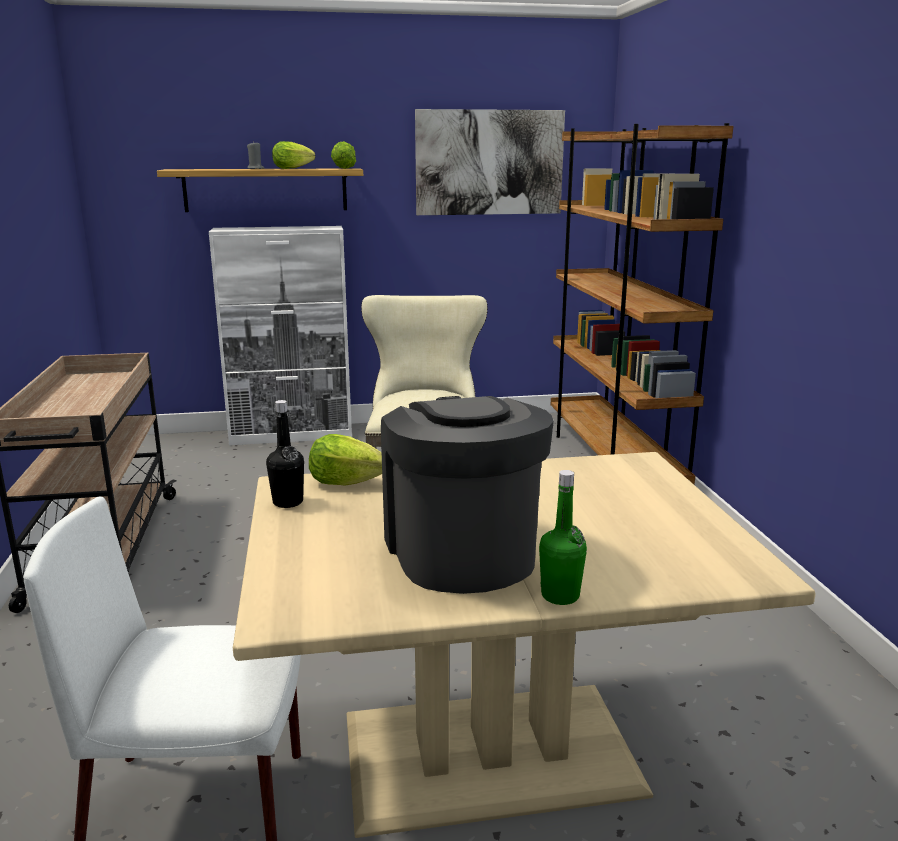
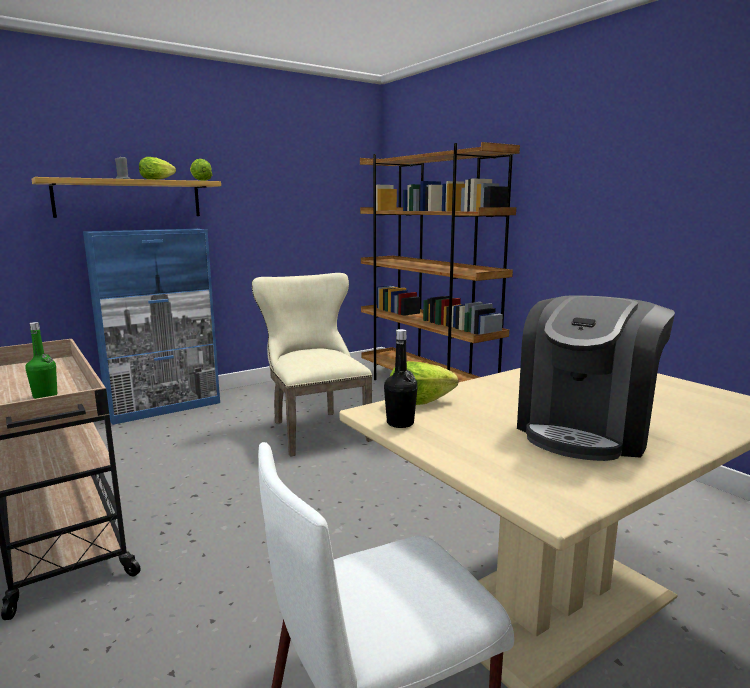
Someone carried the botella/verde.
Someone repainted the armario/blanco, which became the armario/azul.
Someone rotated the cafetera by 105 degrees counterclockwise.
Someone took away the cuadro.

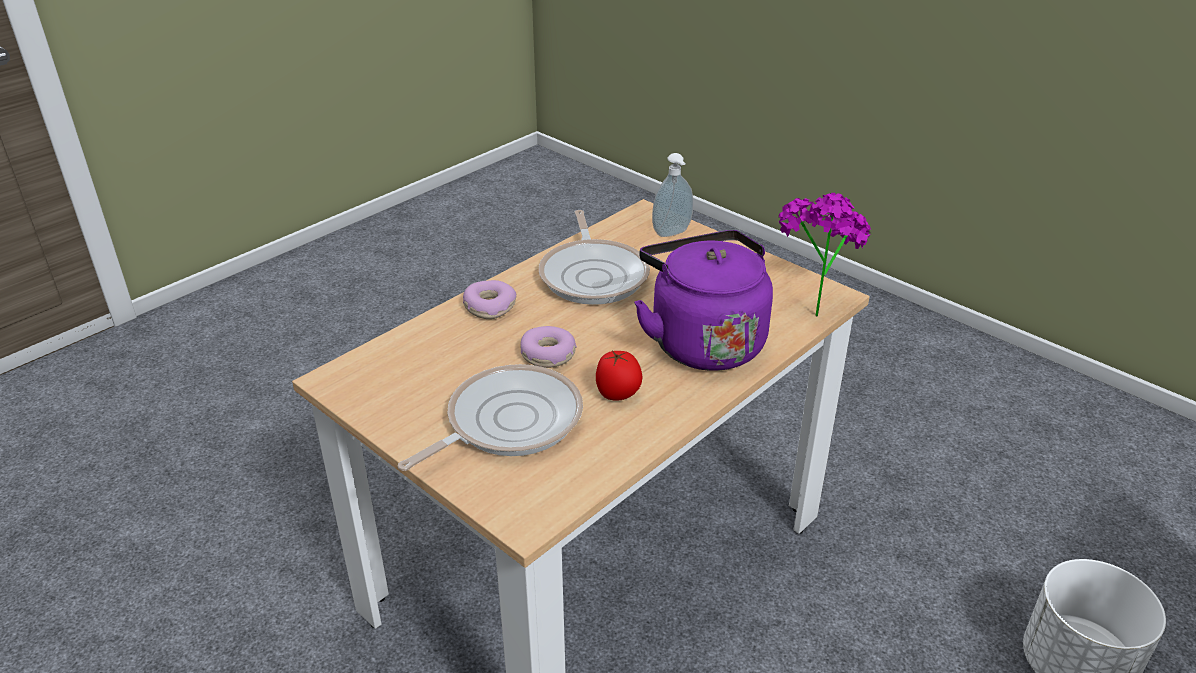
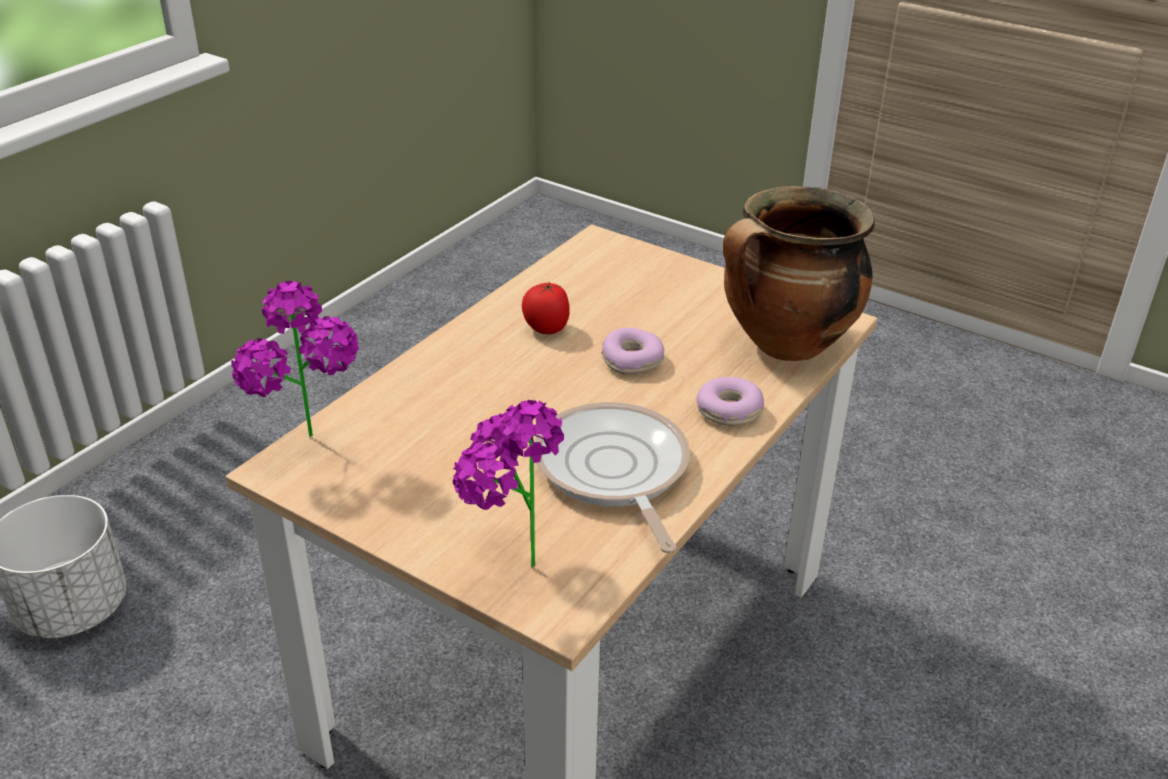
Someone swapped the dispensador de jabón for the planta en maceta (2nd from left).
Someone put down the olla.
Someone took away the sartén (1st from left).
Someone took away the hervidor/morado.

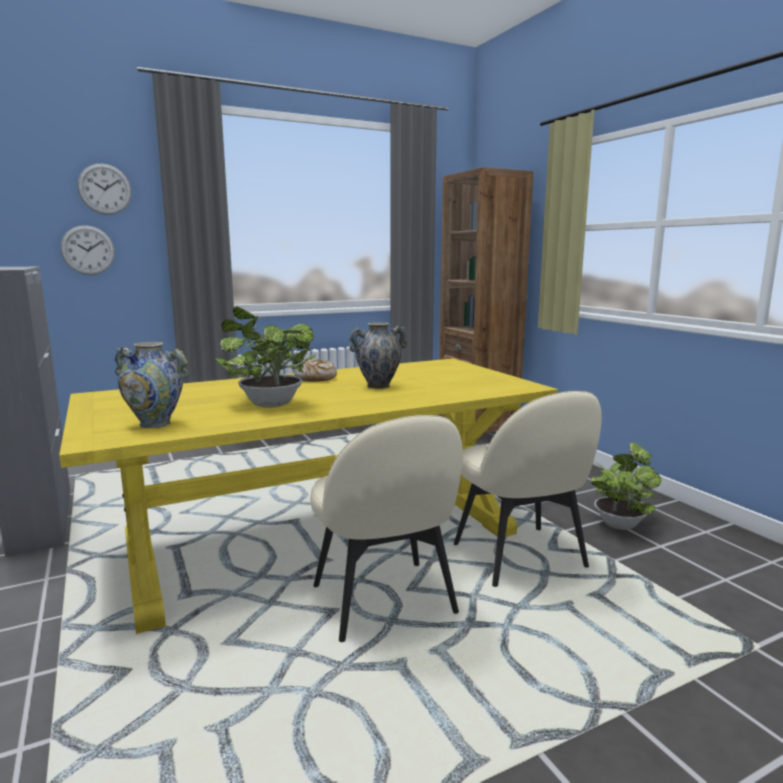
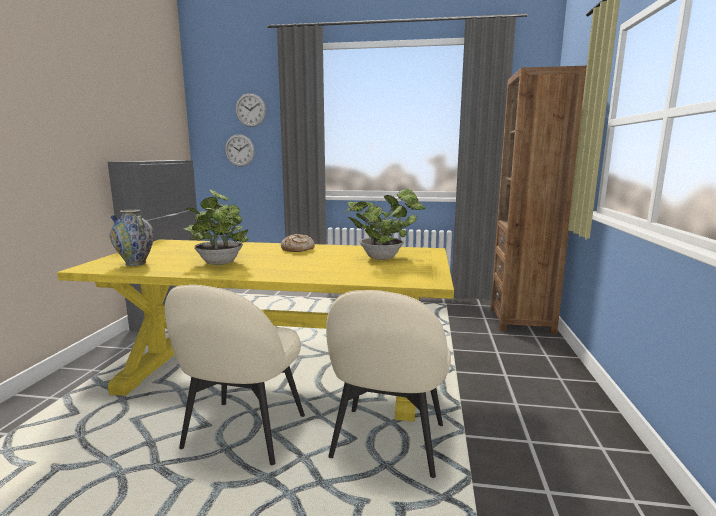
Someone carried the planta en maceta (2nd from left).
Someone took away the florero (2nd from left).

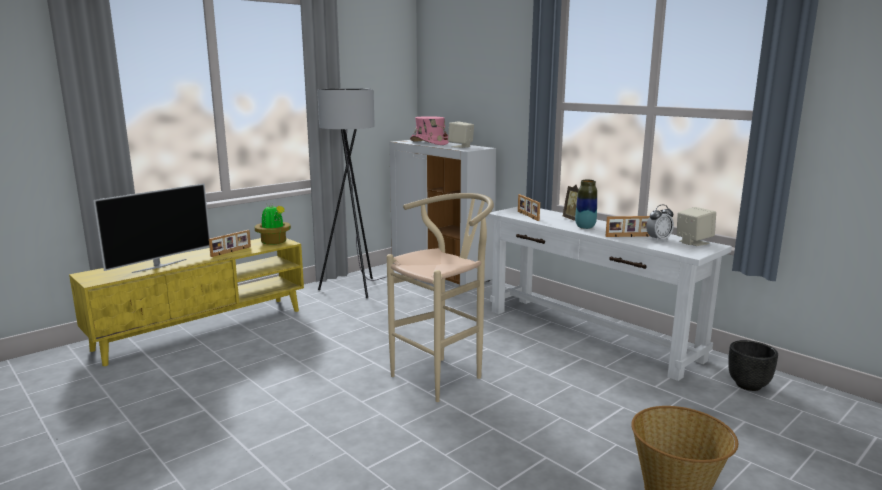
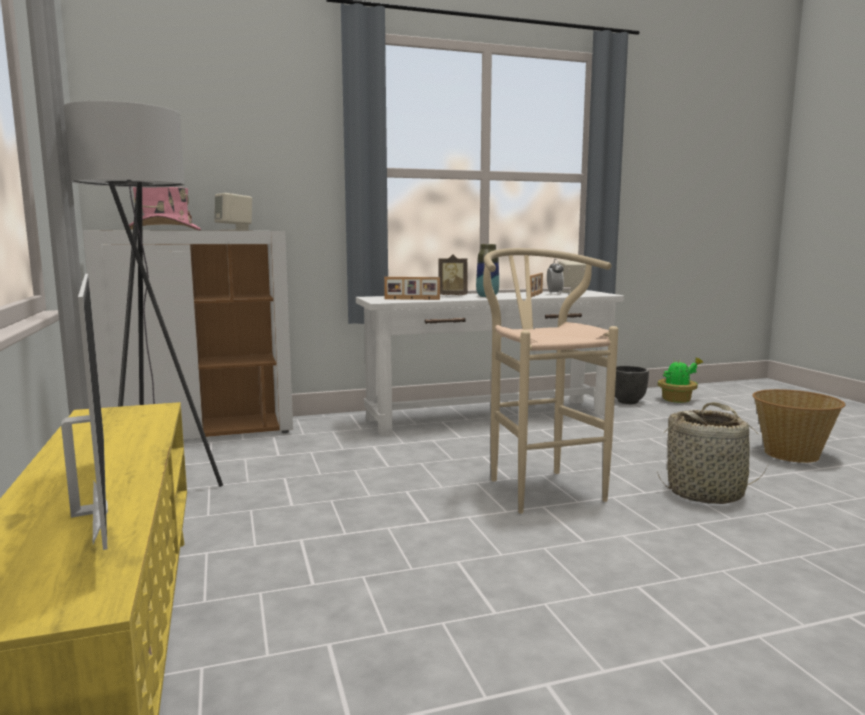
Someone put down the cesta (1st from left).
Someone carried the planta en maceta.
Someone took away the portarretratos (1st from left).

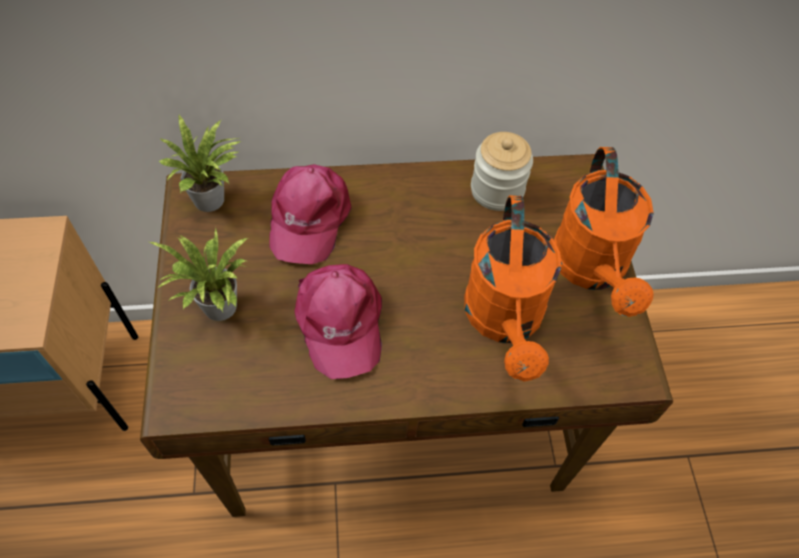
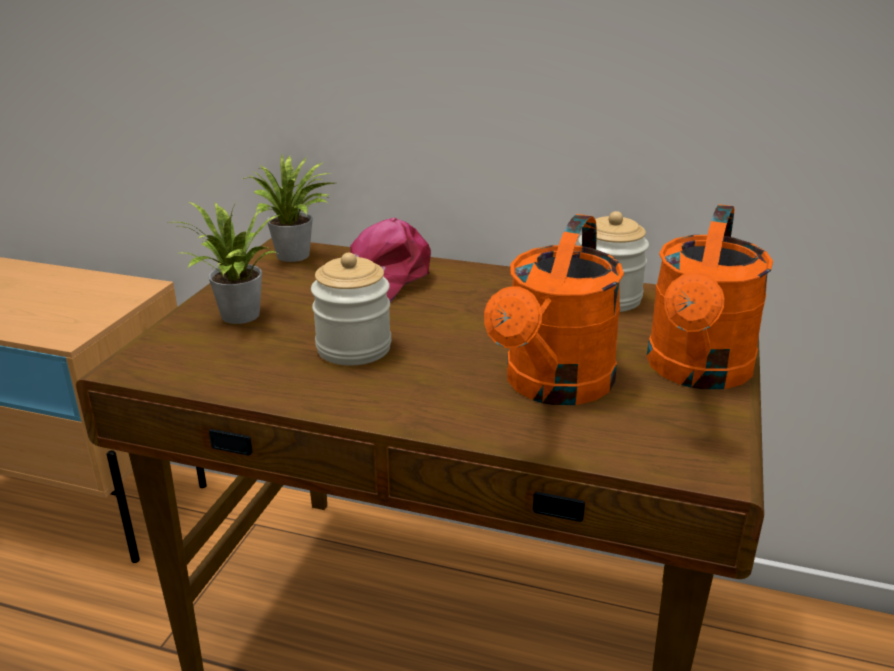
Someone swapped the gorra/rosa (2nd from left) for the tarro (1st from left).

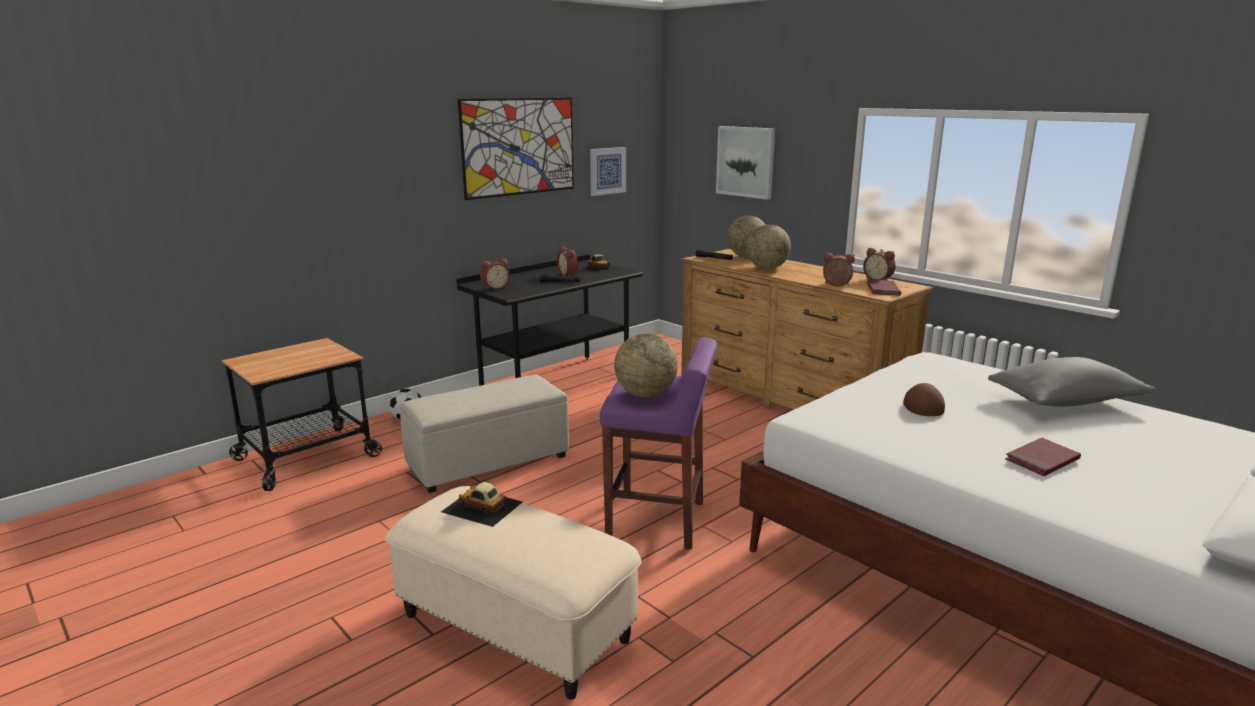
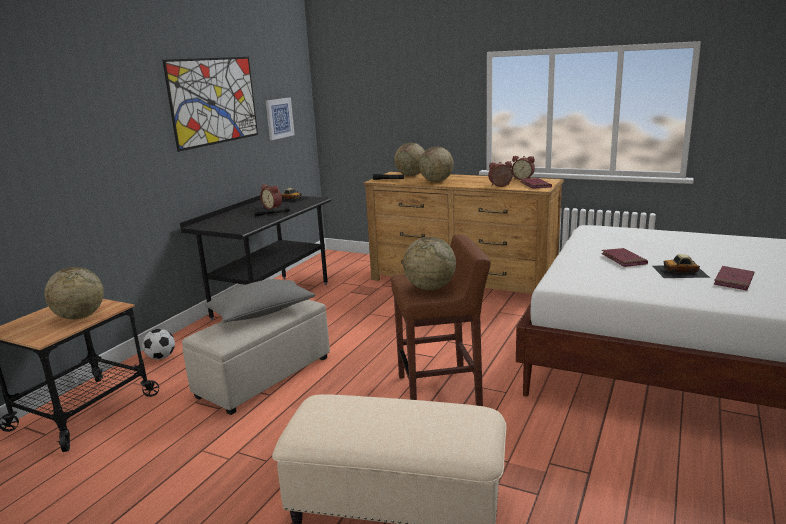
Someone put down the globo terráqueo (1st from left).
Someone carried the cojín/gris.
Someone repainted the taburete/morado, which became the taburete/marrón.
Someone swapped the gorra/marrón for the libro/rojo (2nd from left).
Someone carried the coche de juguete (1st from left in the first image).
Someone took away the despertador (1st from left).
Someone took away the cuadro (3rd from left).

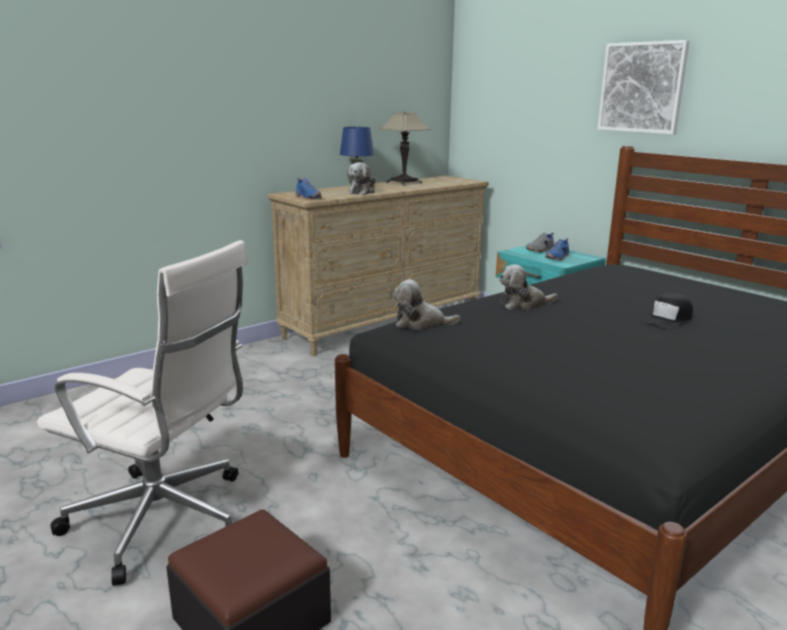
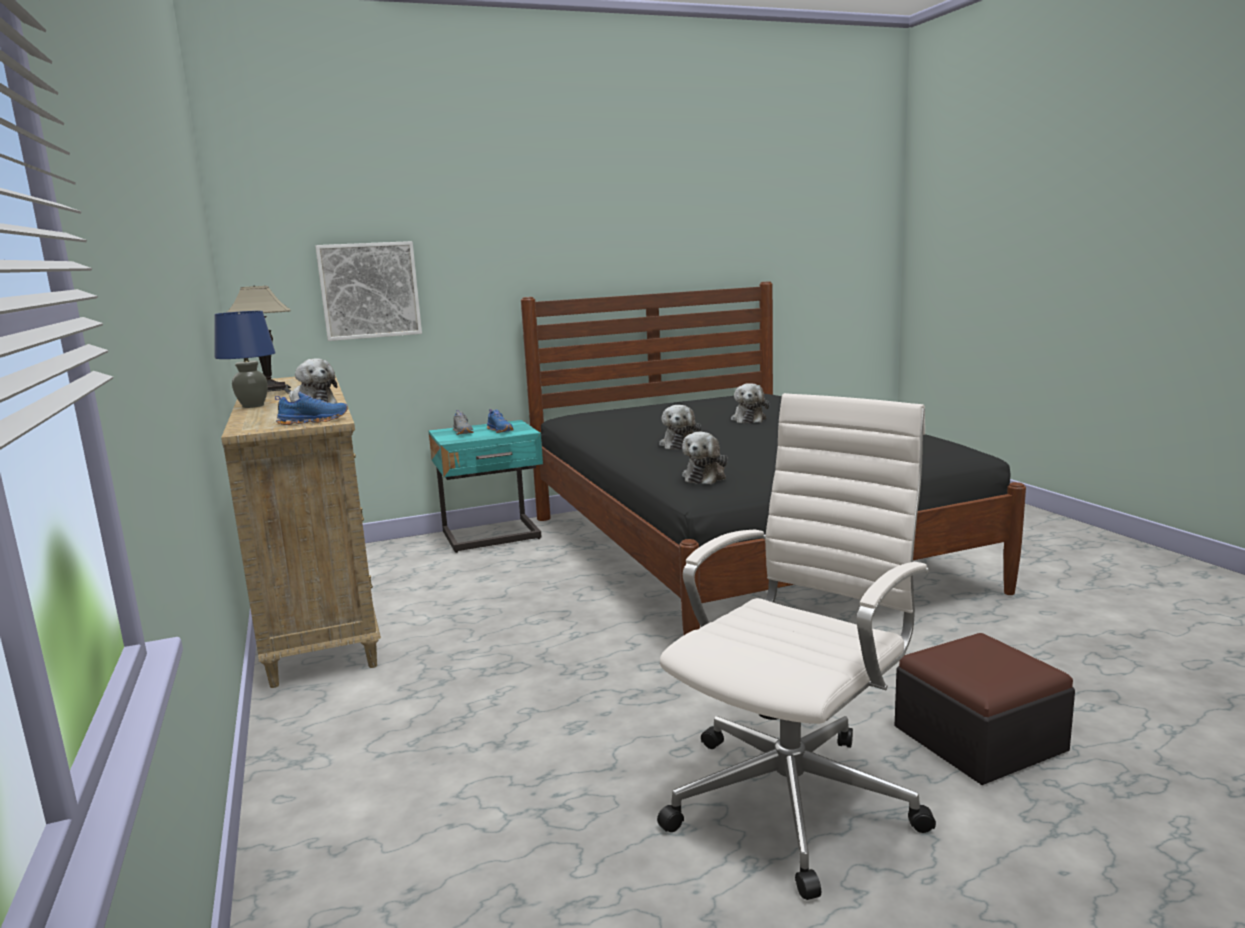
Someone carried the cuadro.
Someone swapped the gorra/negro for the peluche (4th from left).

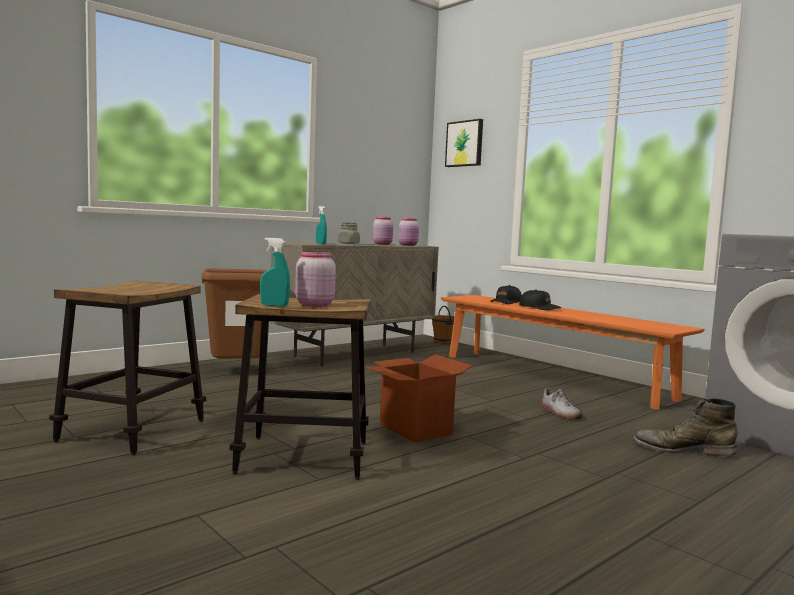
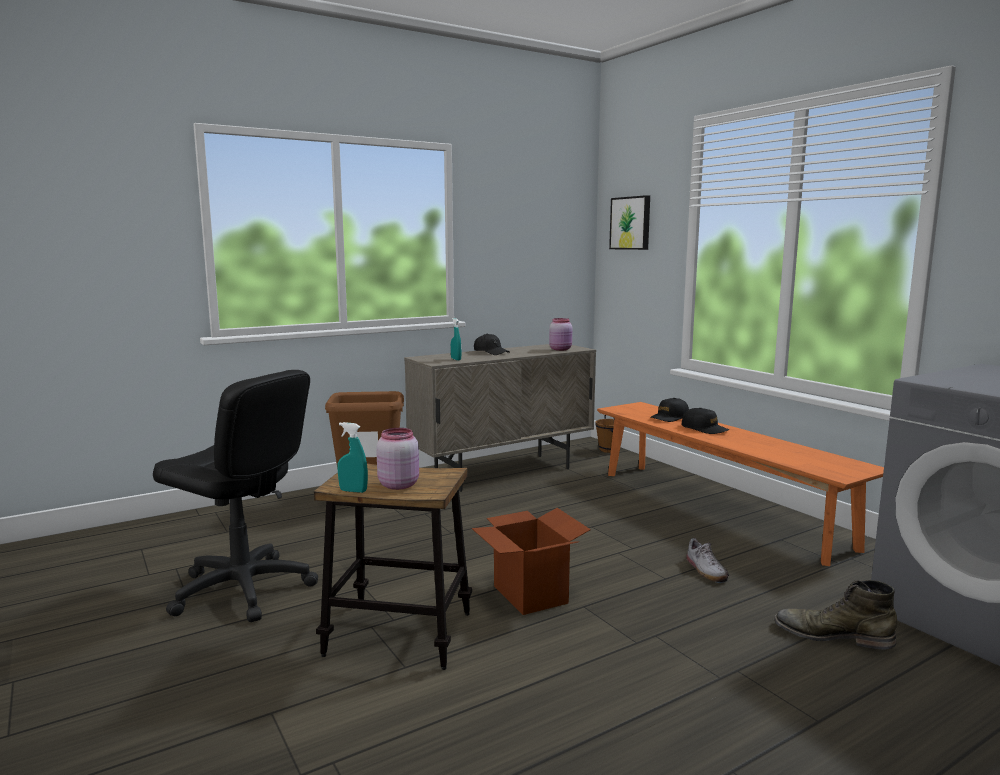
Someone swapped the taburete (1st from left) for the silla de oficina/negro.
Someone swapped the tarro/gris for the gorra/negro (1st from left).
Someone took away the tarro/rosa (2nd from left).

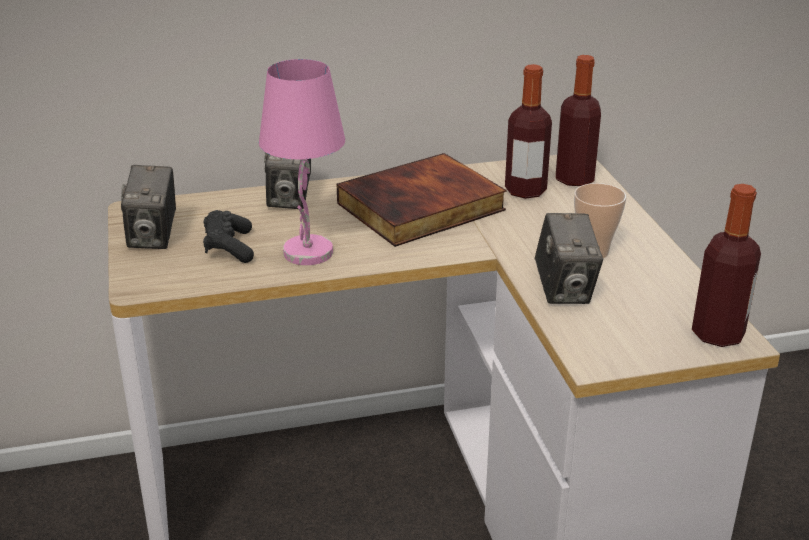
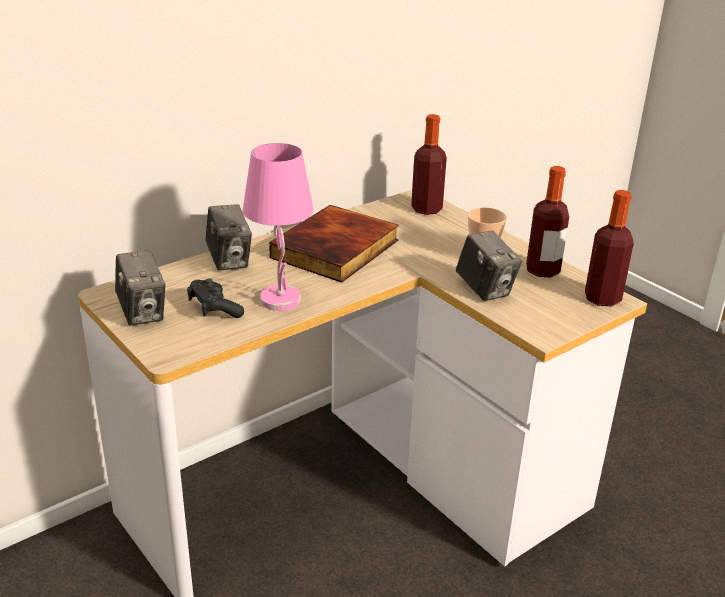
Someone carried the botella (1st from left in the first image).

